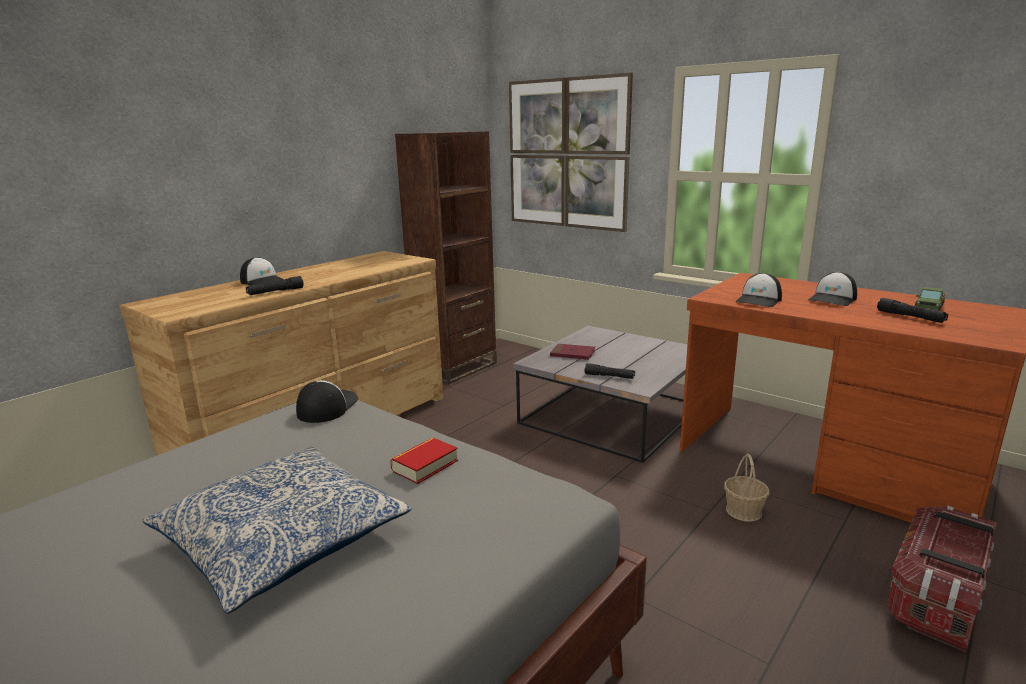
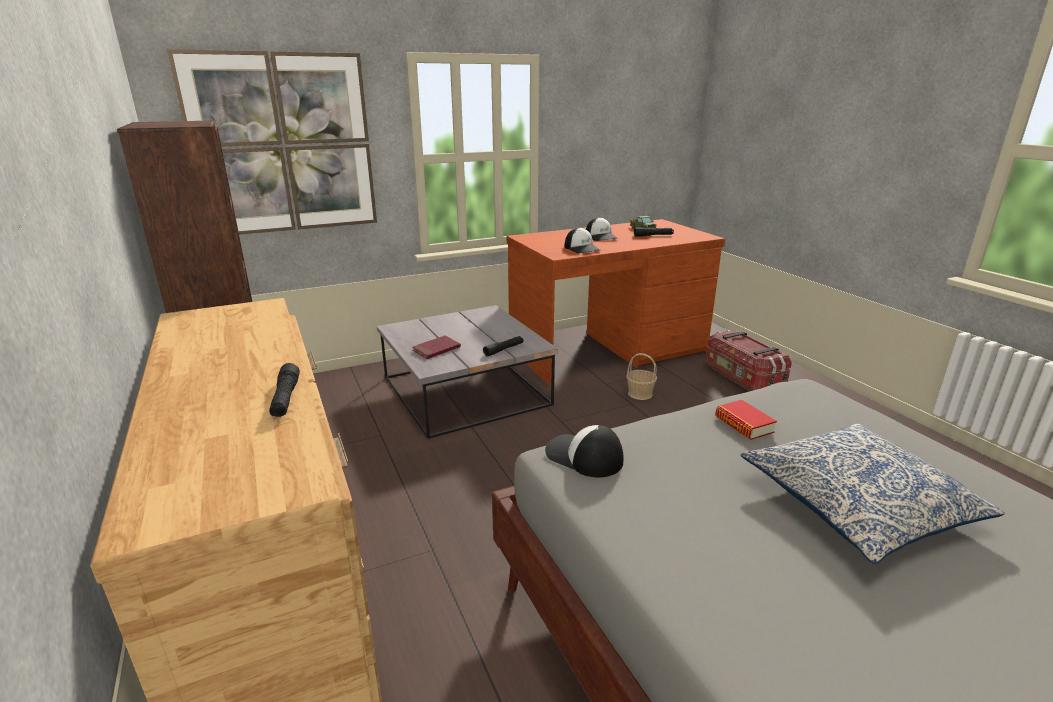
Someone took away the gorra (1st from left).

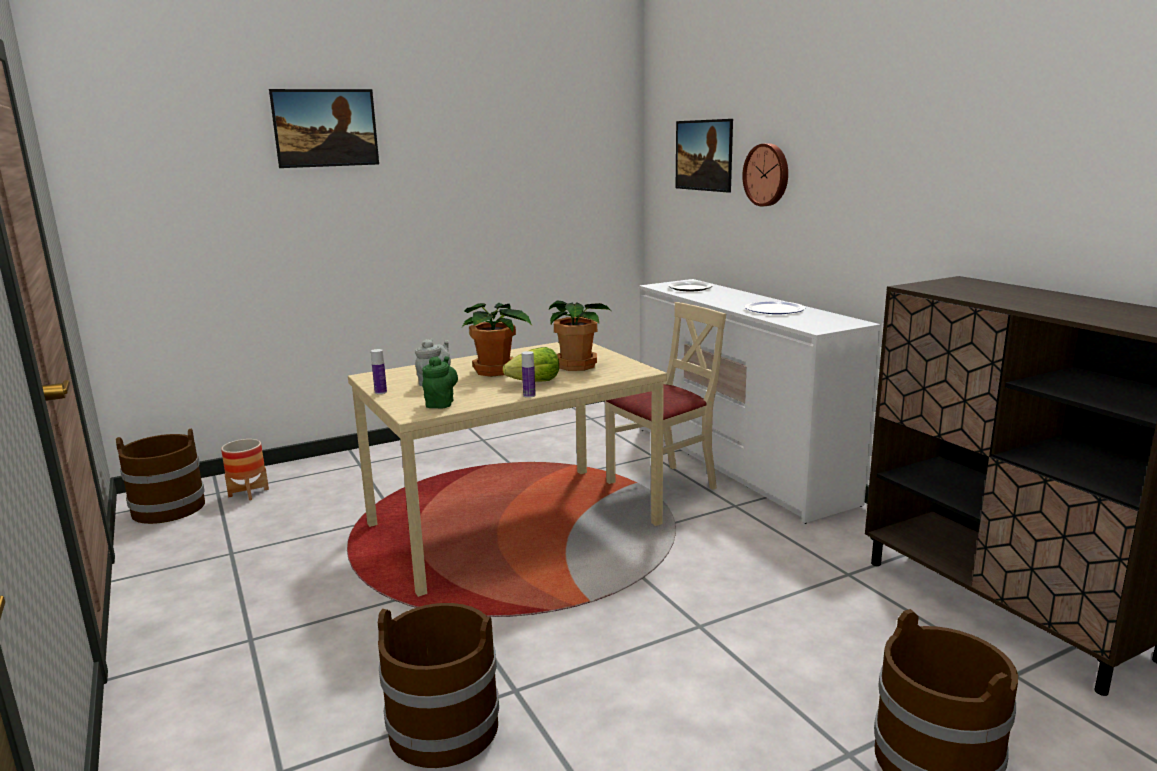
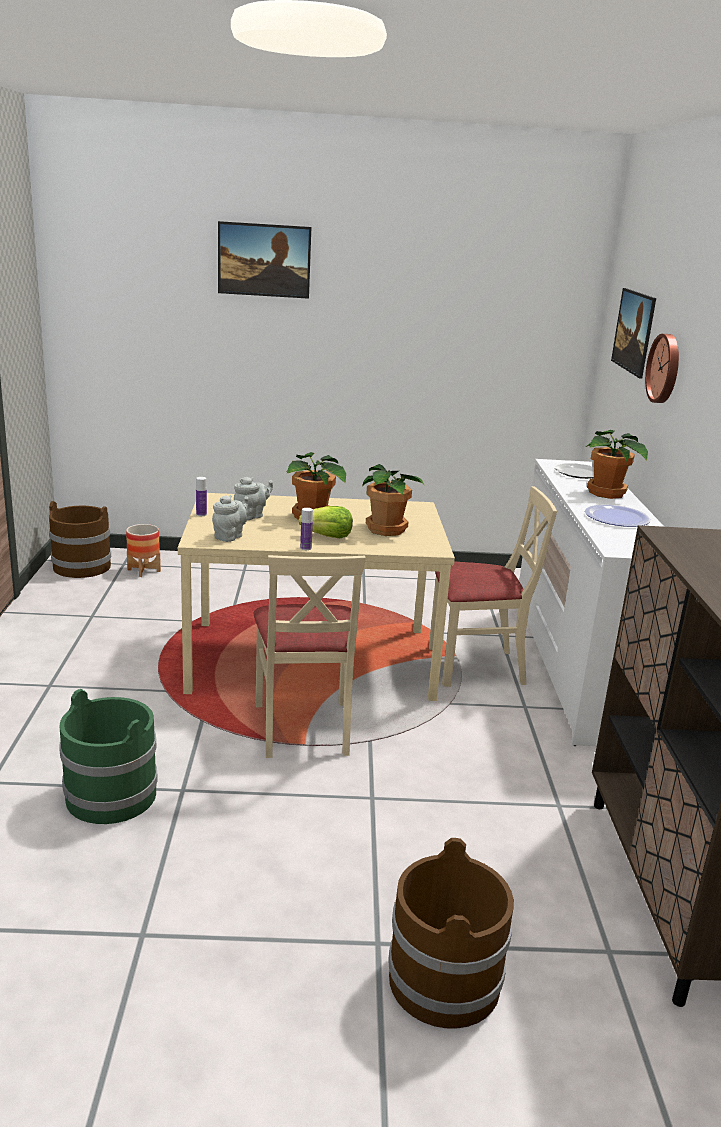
Someone repainted the cubo/marrón (2nd from left), which became the cubo/verde.
Someone repainted the tetera/verde, which became the tetera/gris (1st from left).
Someone put down the silla/beis (1st from left).
Someone put down the planta en maceta (3rd from left).

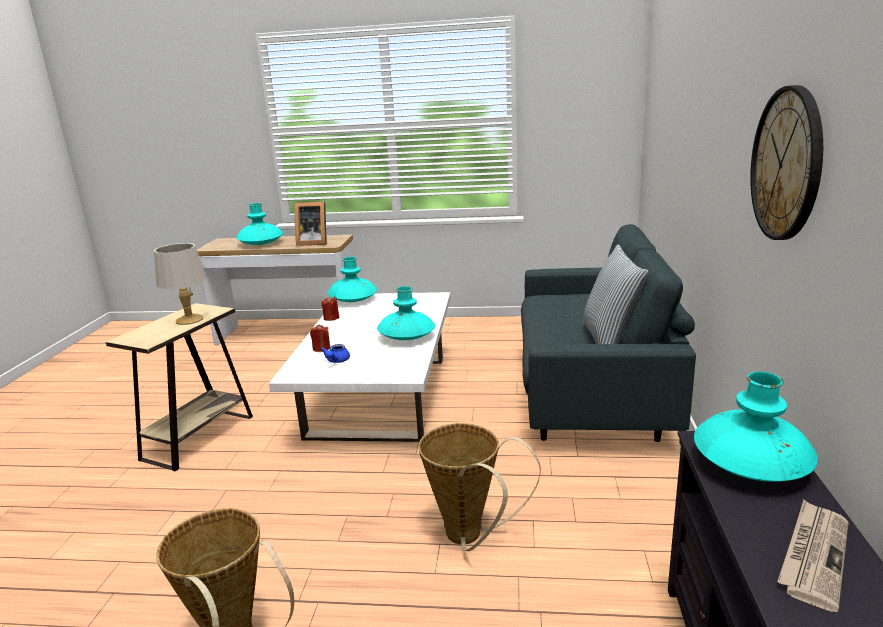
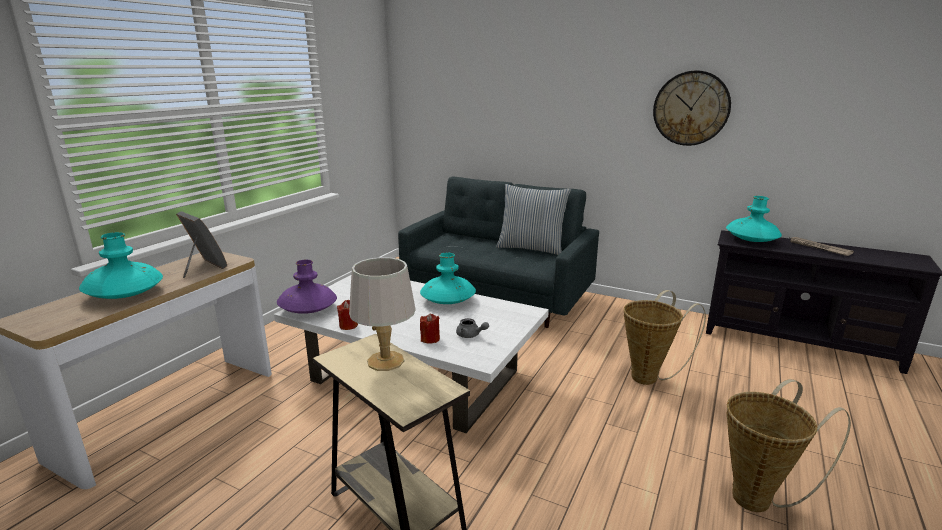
Someone rotated the portarretratos by 75 degrees counterclockwise.
Someone repainted the florero/turquesa (2nd from left), which became the florero/morado.
Someone repainted the tetera/azul, which became the tetera/gris.

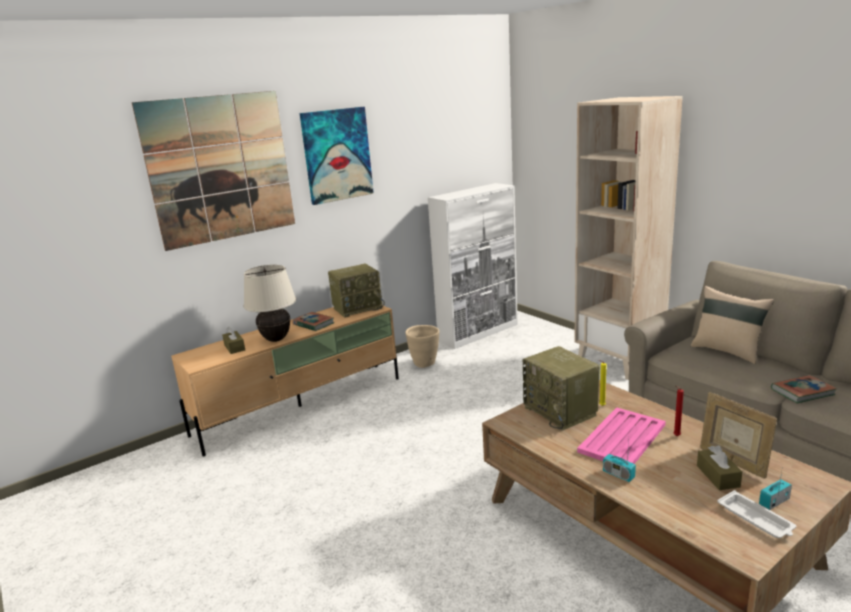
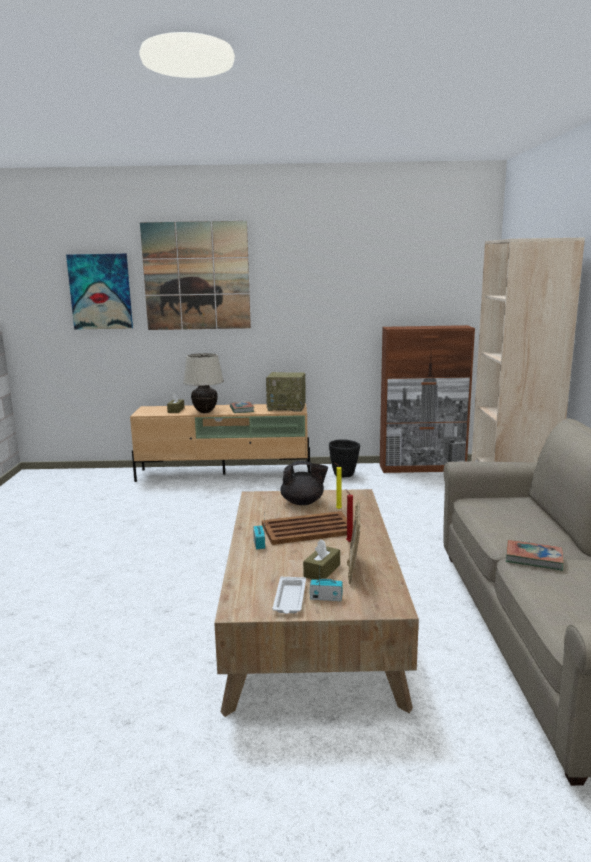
Someone carried the cuadro (2nd from left in the first image).
Someone repainted the bandeja/rosa, which became the bandeja/marrón.
Someone swapped the radio (2nd from left) for the tetera/negro.
Someone repainted the maceta/beis, which became the maceta/negro.
Someone repainted the armario/blanco, which became the armario/marrón.
Someone took away the cojín/beis.

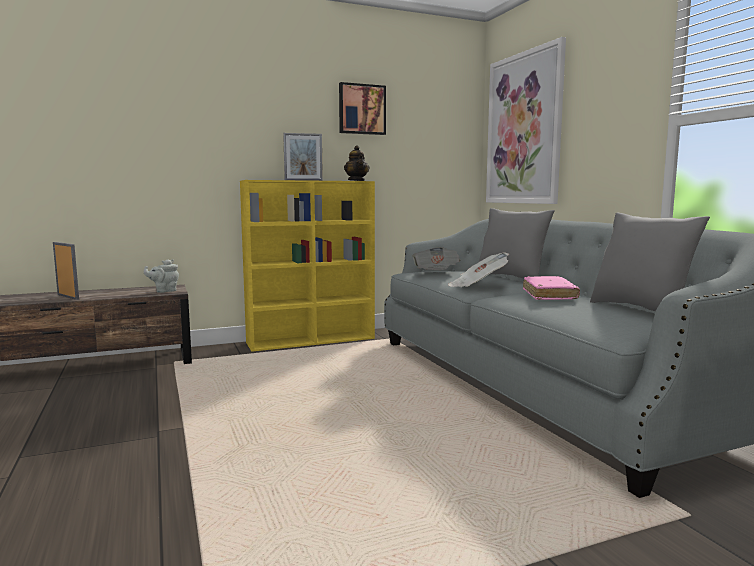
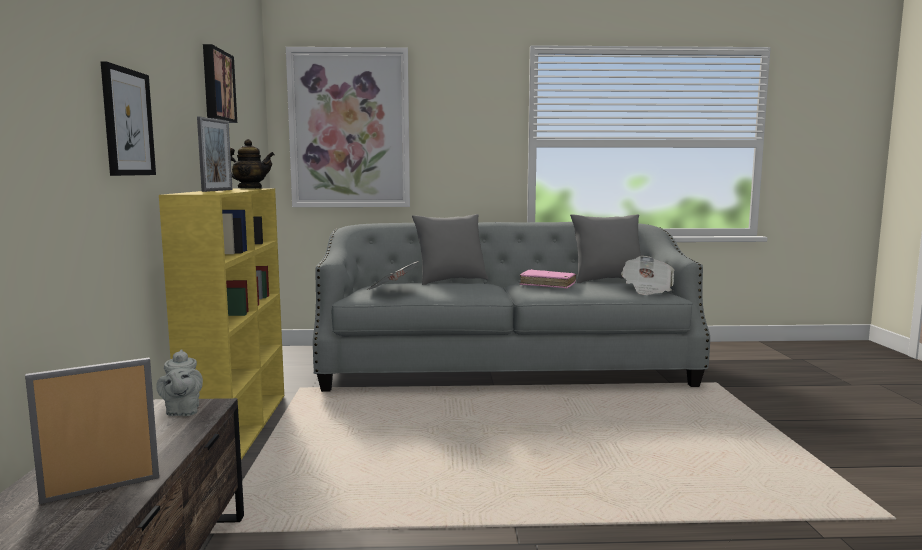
Someone put up the cuadro (1st from left).
Someone carried the periódico (2nd from left).

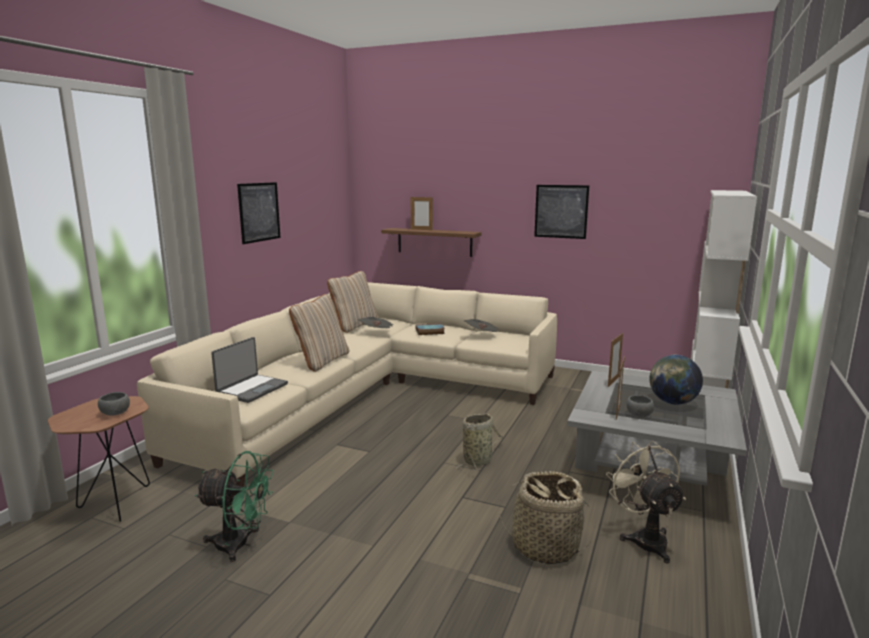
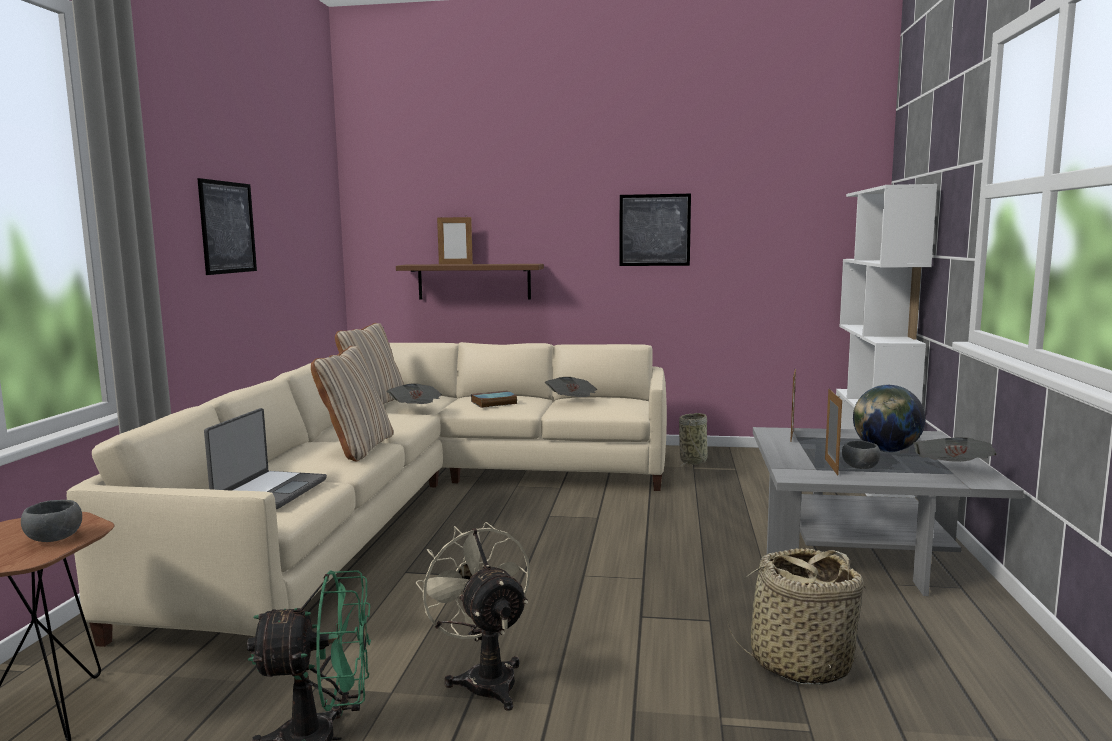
Someone carried the ventilador/beis.
Someone carried the cesta (1st from left).
Someone put down the periódico (3rd from left).

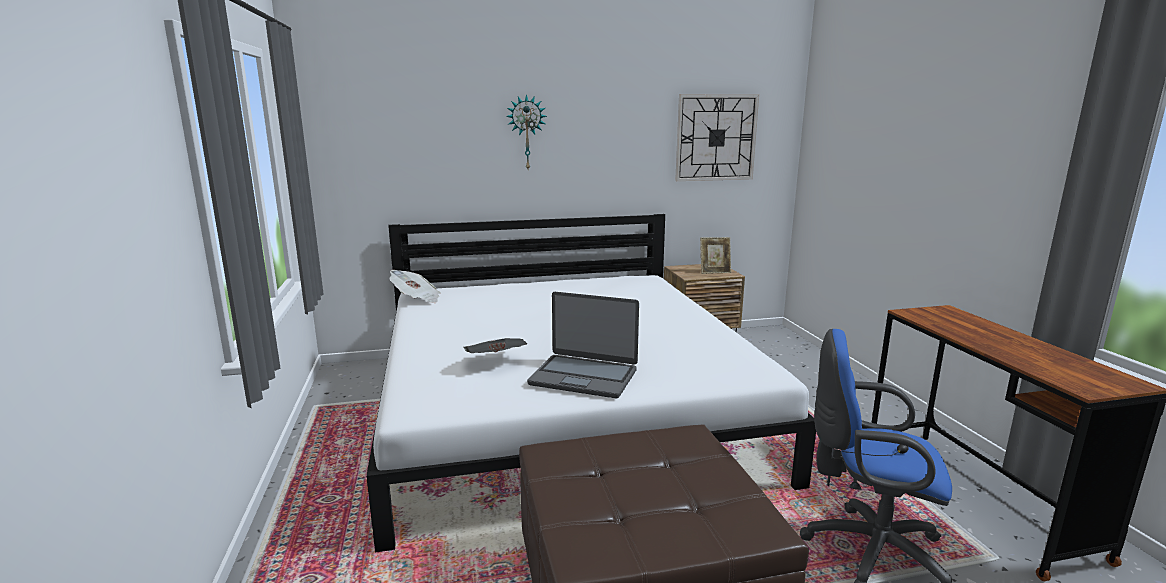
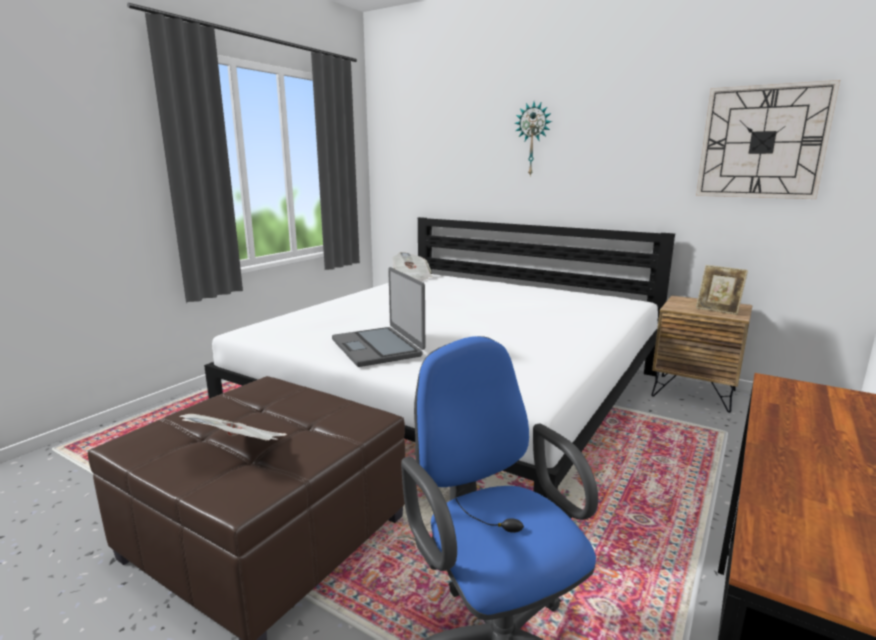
Someone carried the periódico (2nd from left in the first image).

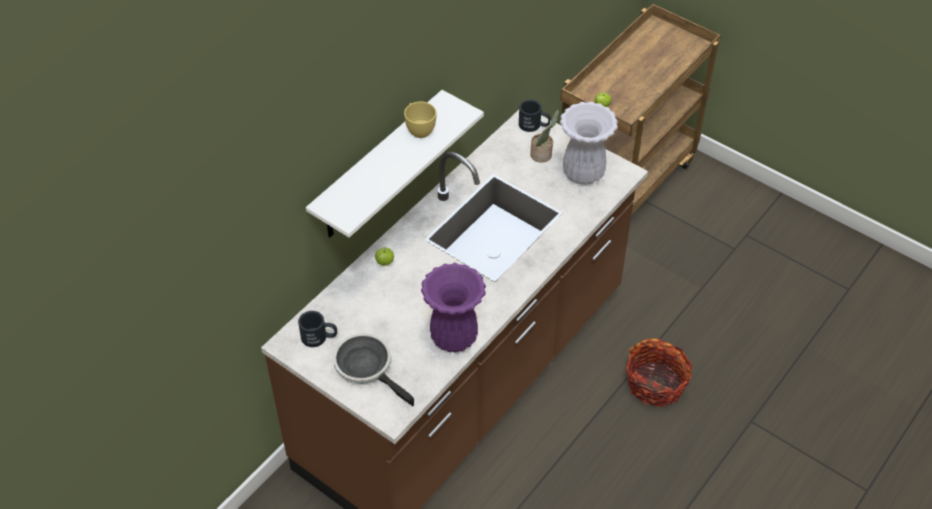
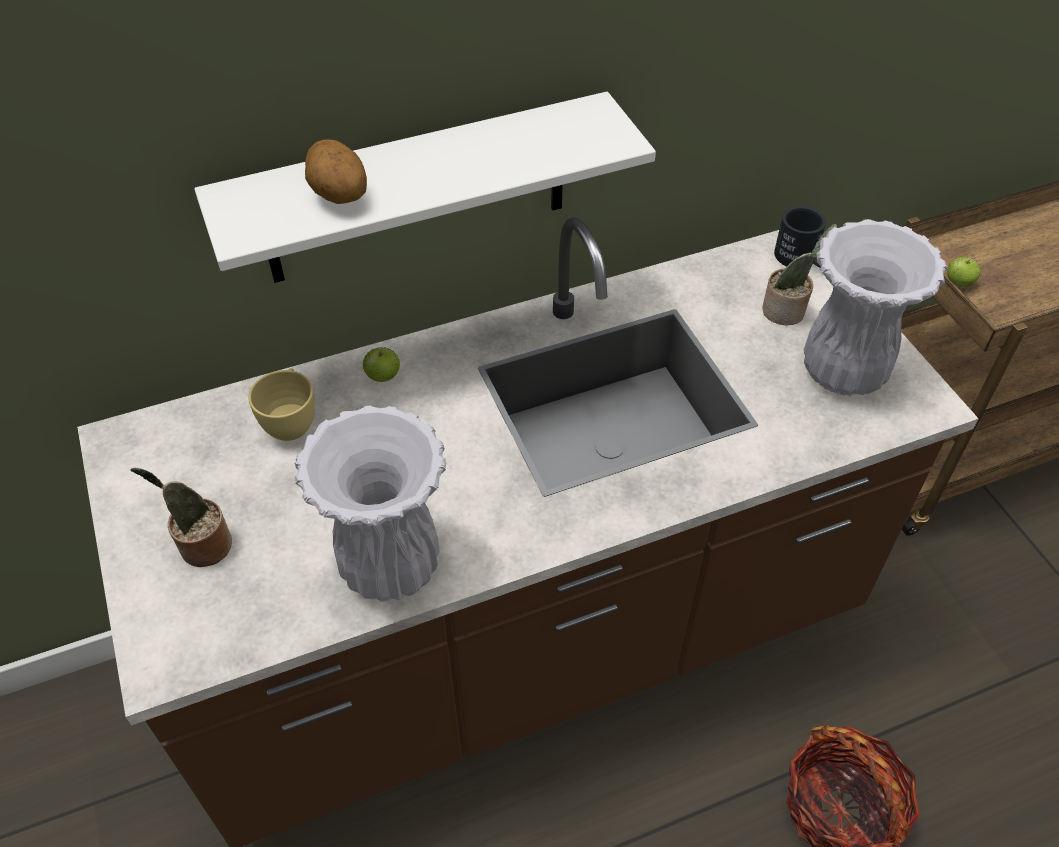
Someone swapped the sartén for the planta en maceta (1st from left).
Someone carried the taza/amarillo.
Someone repainted the florero/morado, which became the florero/blanco (1st from left).
Someone put down the patata.
Someone took away the taza grande/negro (1st from left).

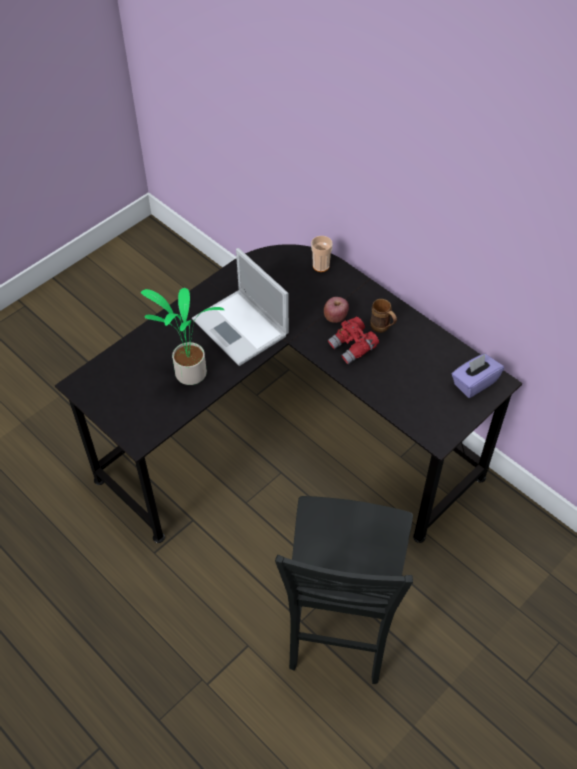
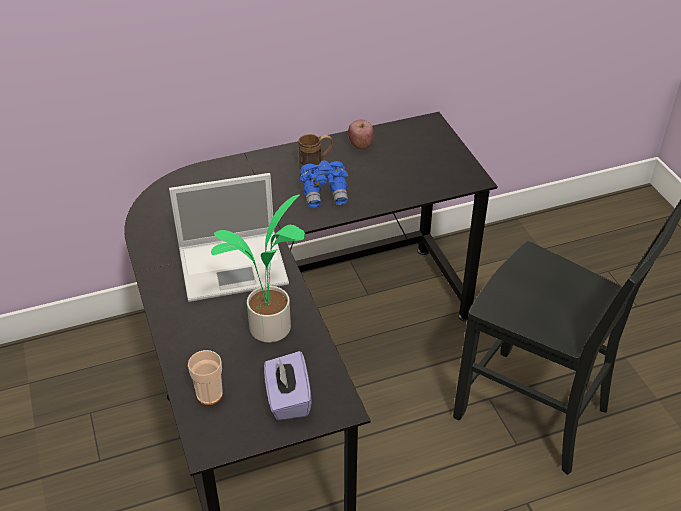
Someone carried the taza.
Someone carried the caja de pañuelos/morado.
Someone repainted the prismáticos/rojo, which became the prismáticos/azul.
Someone carried the manzana.

